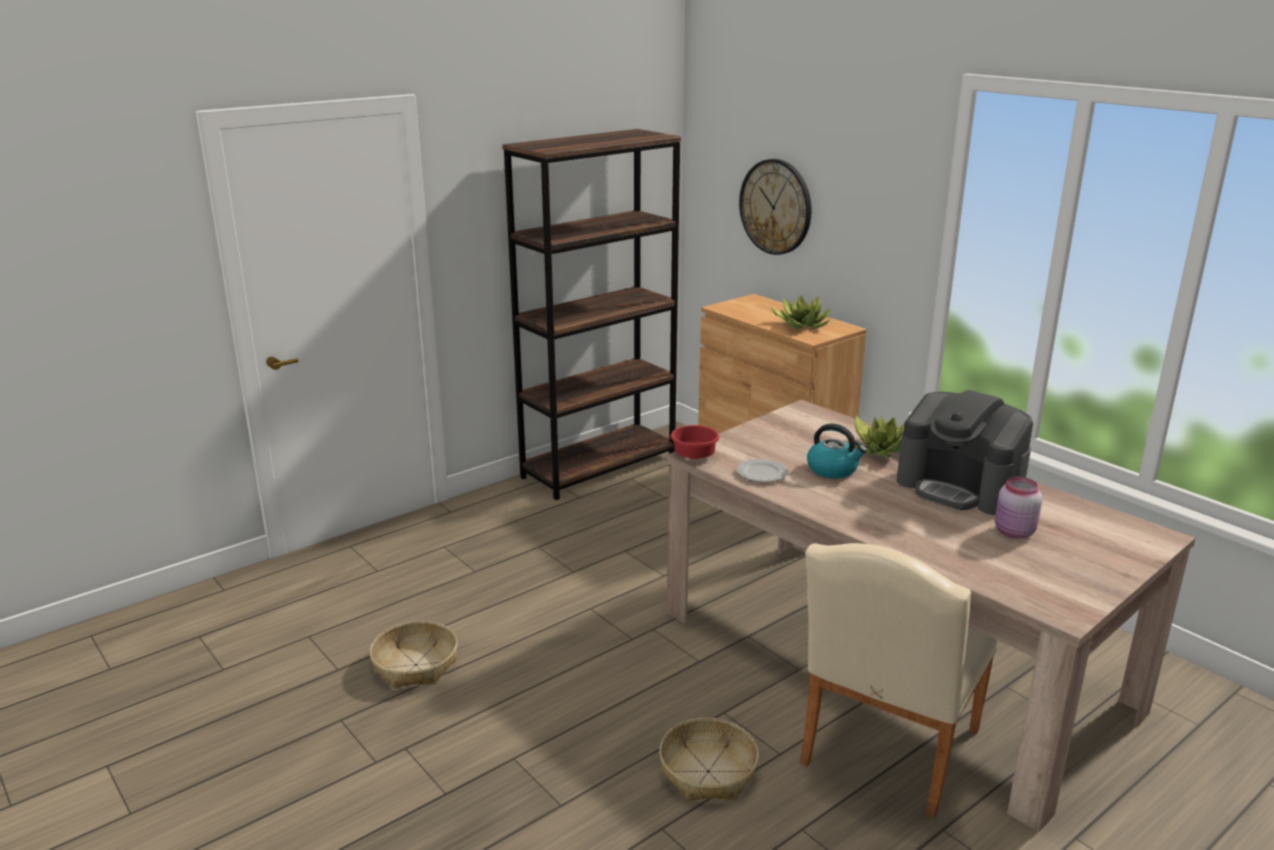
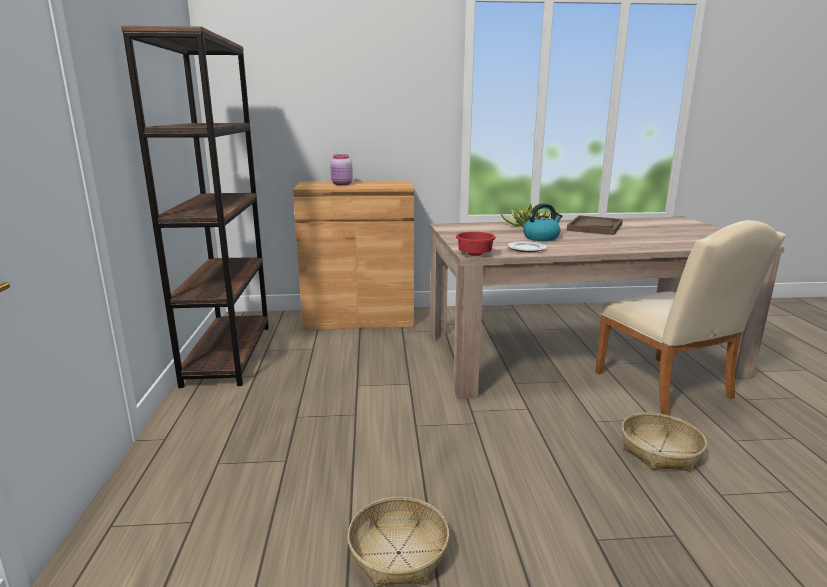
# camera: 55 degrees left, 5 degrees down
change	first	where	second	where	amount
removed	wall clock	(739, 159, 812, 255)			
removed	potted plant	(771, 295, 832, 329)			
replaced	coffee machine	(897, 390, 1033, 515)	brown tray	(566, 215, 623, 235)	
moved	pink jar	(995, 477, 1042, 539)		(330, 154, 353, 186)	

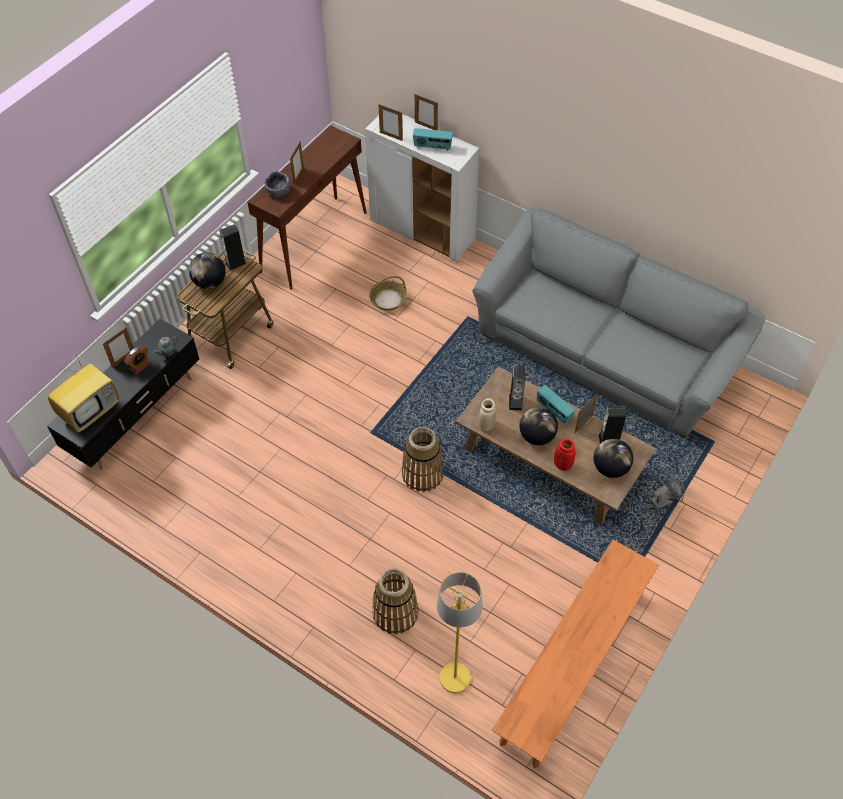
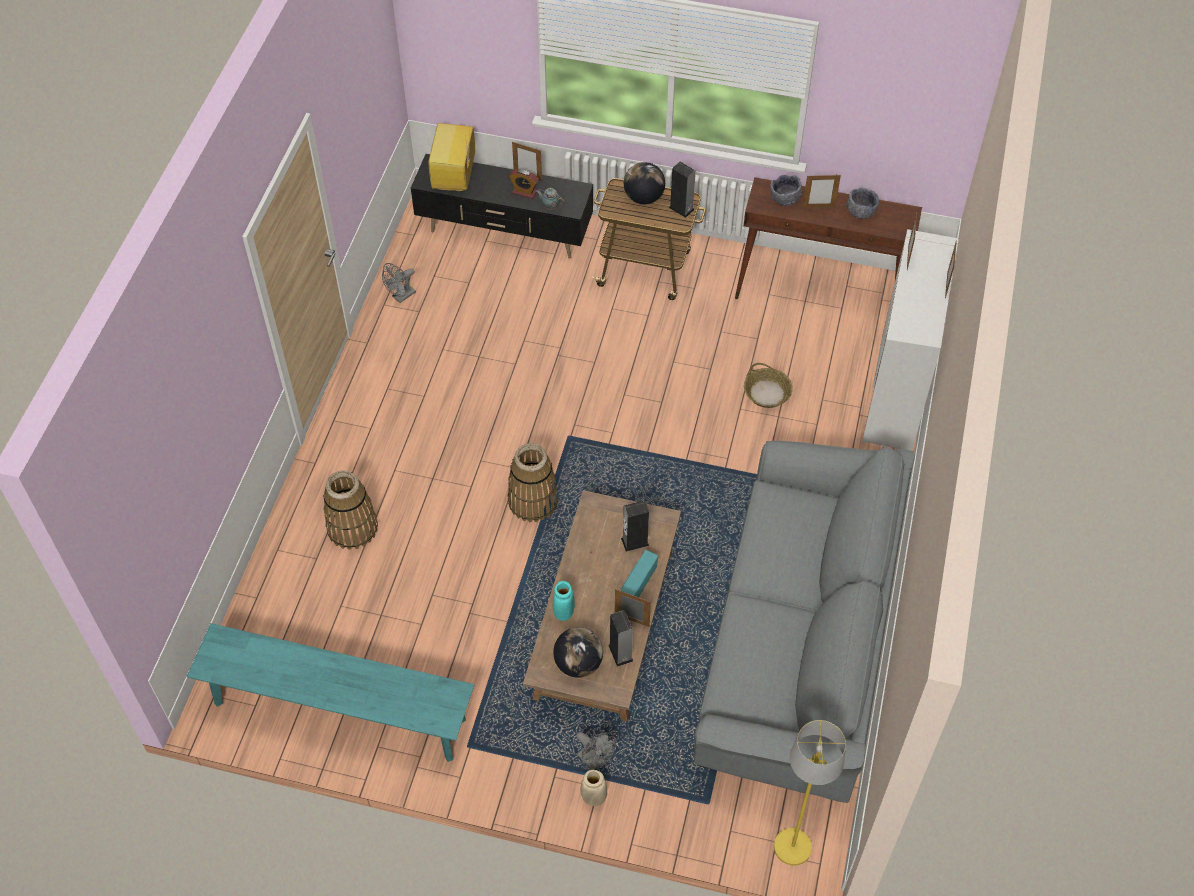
# camera: 70 degrees right, 0 degrees up
change	first	where	second	where	amount
removed	radio	(413, 128, 453, 151)			
turned	television	(48, 348, 120, 433)		(428, 123, 475, 192)	75 degrees clockwise
moved	beige vase	(478, 398, 496, 431)		(581, 770, 607, 806)	
removed	globe	(519, 407, 558, 445)			
recoloured	red vase	(554, 439, 575, 471)	turquoise vase	(553, 581, 575, 621)	
recoloured	orange bench	(492, 539, 659, 768)	turquoise bench	(187, 623, 474, 762)	
moved	yellow floor lamp	(437, 572, 483, 693)		(774, 720, 846, 866)	
added			grey bowl	(846, 188, 879, 219)	
added			grey fan	(382, 263, 416, 303)	

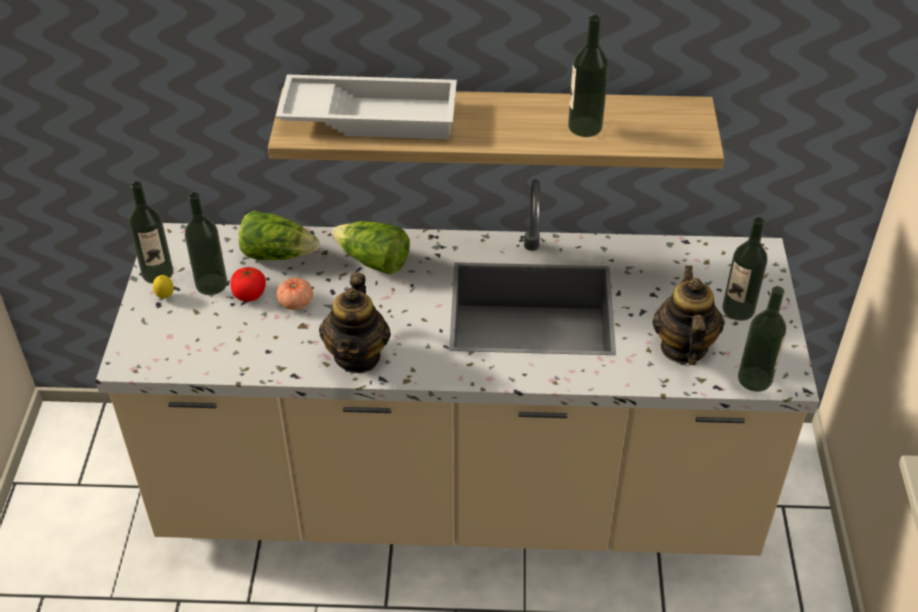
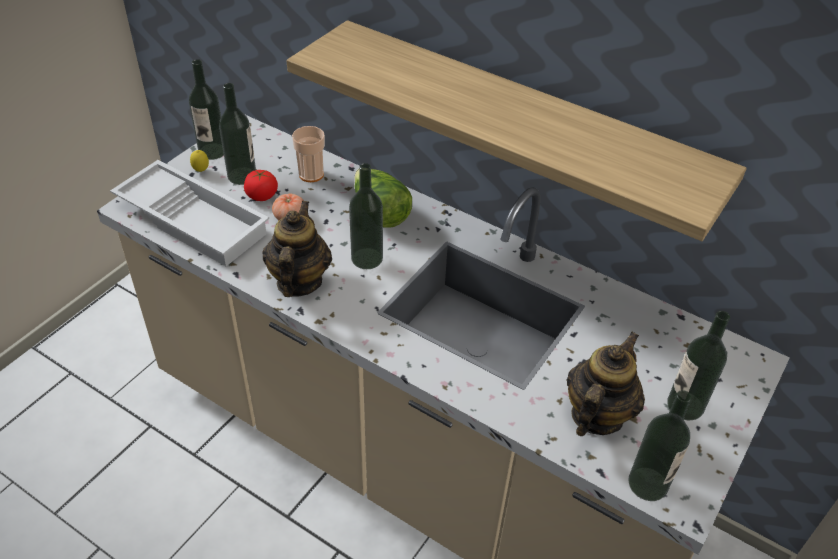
# camera: 30 degrees right, 0 degrees up
change	first	where	second	where	amount
moved	bottle	(568, 14, 609, 137)		(349, 163, 383, 269)	
moved	white tray	(276, 74, 457, 140)		(110, 160, 269, 266)	
replaced	lettuce	(239, 211, 320, 260)	cup	(292, 126, 325, 182)	
turned	teapot	(319, 273, 391, 373)		(263, 201, 332, 297)	150 degrees clockwise

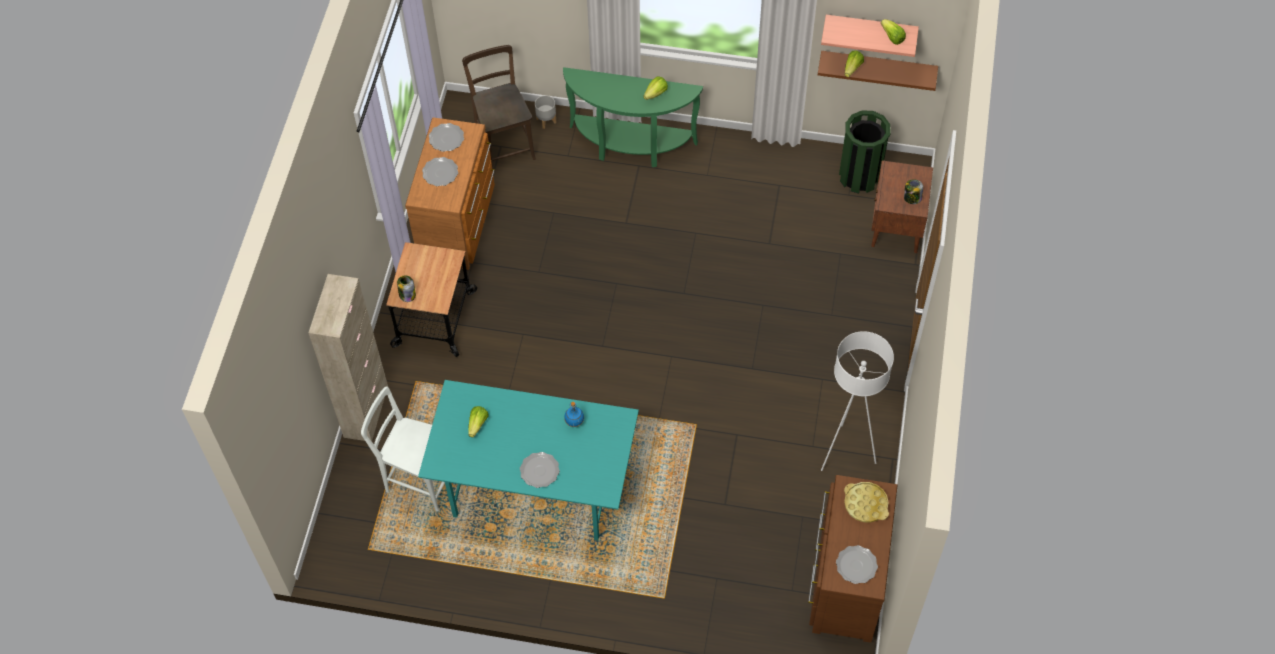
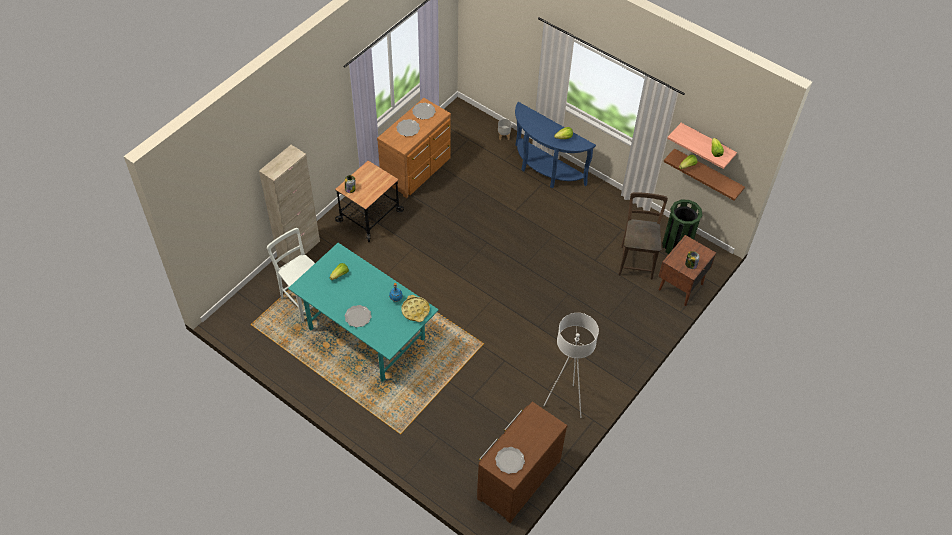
# camera: 25 degrees right, 5 degrees down
change	first	where	second	where	amount
moved	brown chair	(462, 45, 536, 169)		(618, 192, 668, 279)	
recoloured	green console table	(563, 67, 703, 167)	blue console table	(515, 102, 596, 188)	
moved	yellow tray	(844, 482, 889, 523)		(401, 295, 430, 322)	

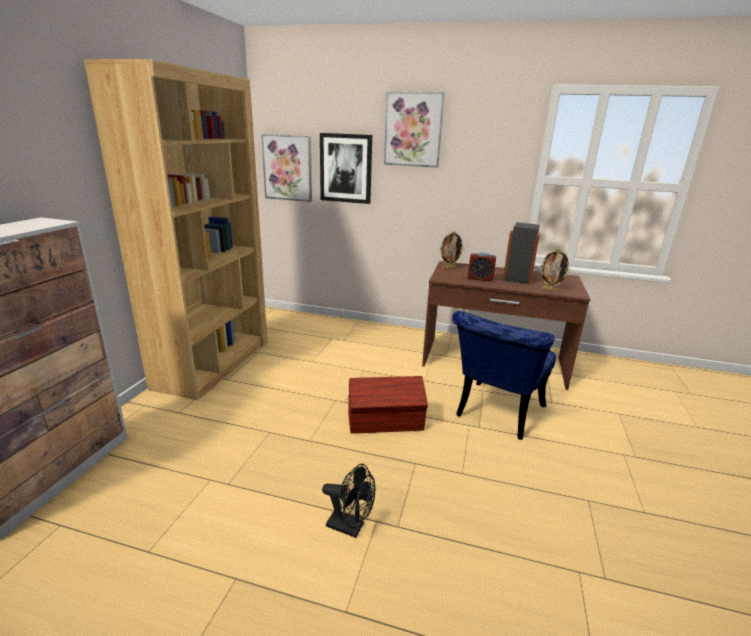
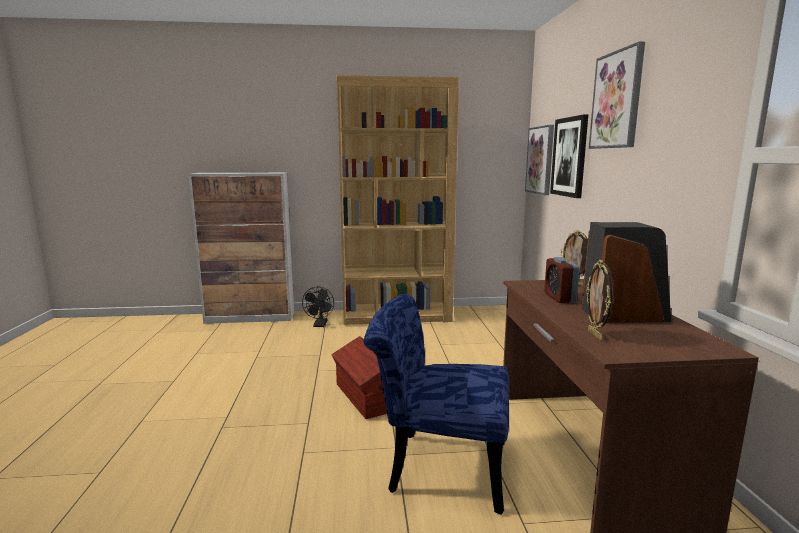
# camera: 70 degrees right, 10 degrees down
change	first	where	second	where	amount
moved	black fan	(322, 464, 375, 538)		(302, 287, 334, 327)	

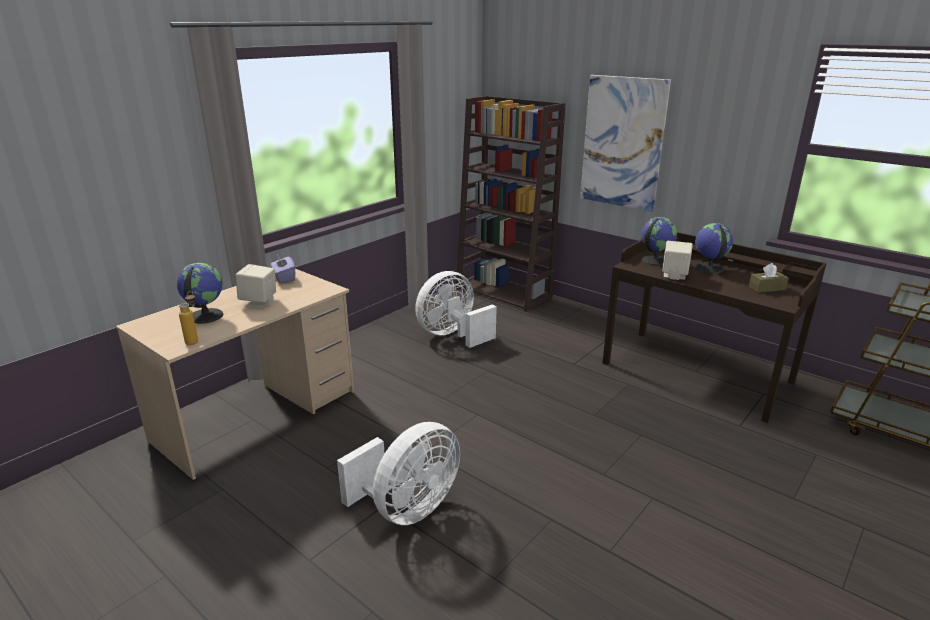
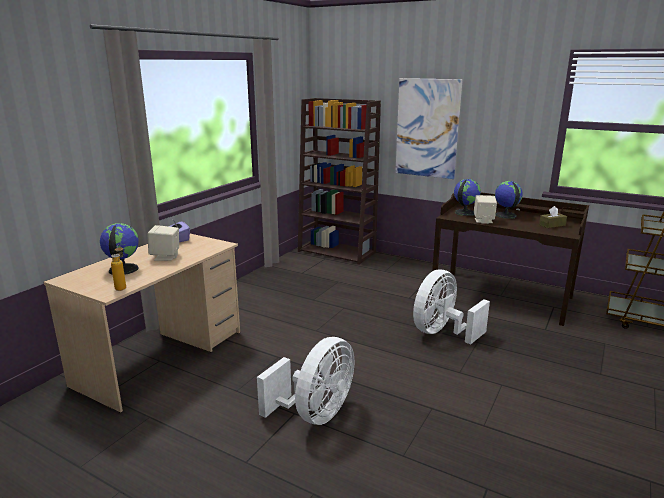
# camera: 10 degrees left, 5 degrees down
change	first	where	second	where	amount
moved	white fan	(415, 271, 497, 348)		(413, 270, 490, 345)	

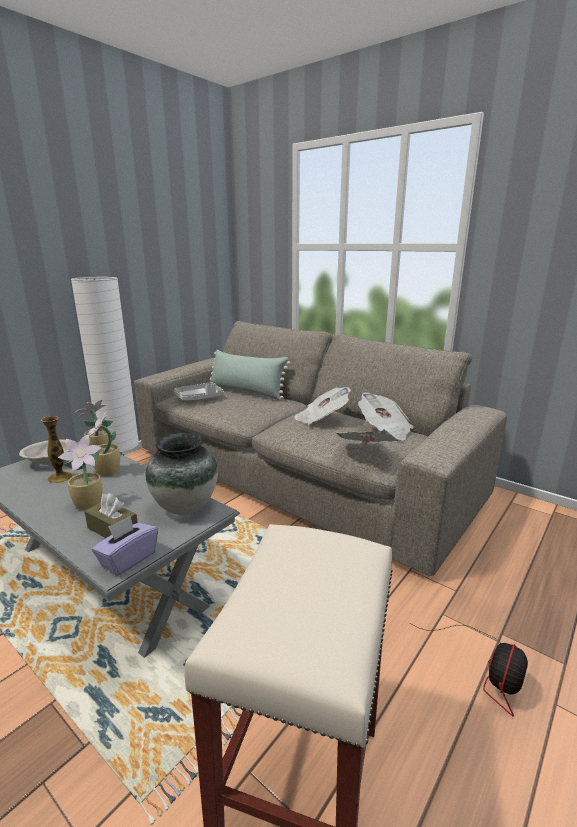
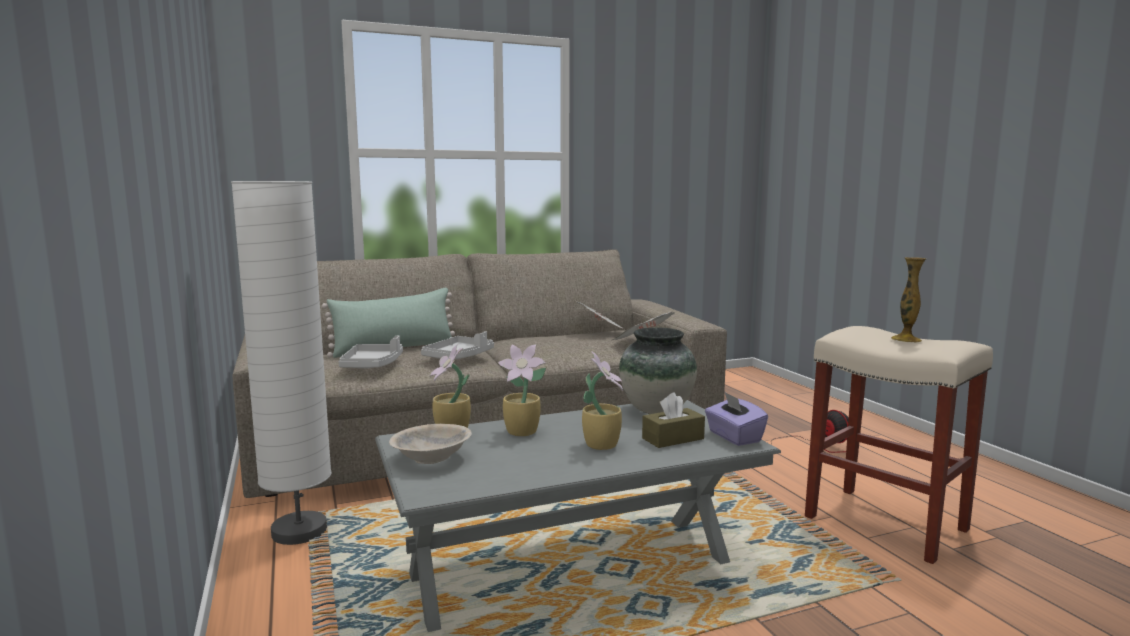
# camera: 60 degrees left, 10 degrees down
change	first	where	second	where	amount
removed	newspaper	(294, 387, 351, 425)			
moved	vase	(41, 416, 73, 483)		(891, 257, 926, 342)	
added			grey tray	(421, 331, 494, 359)	

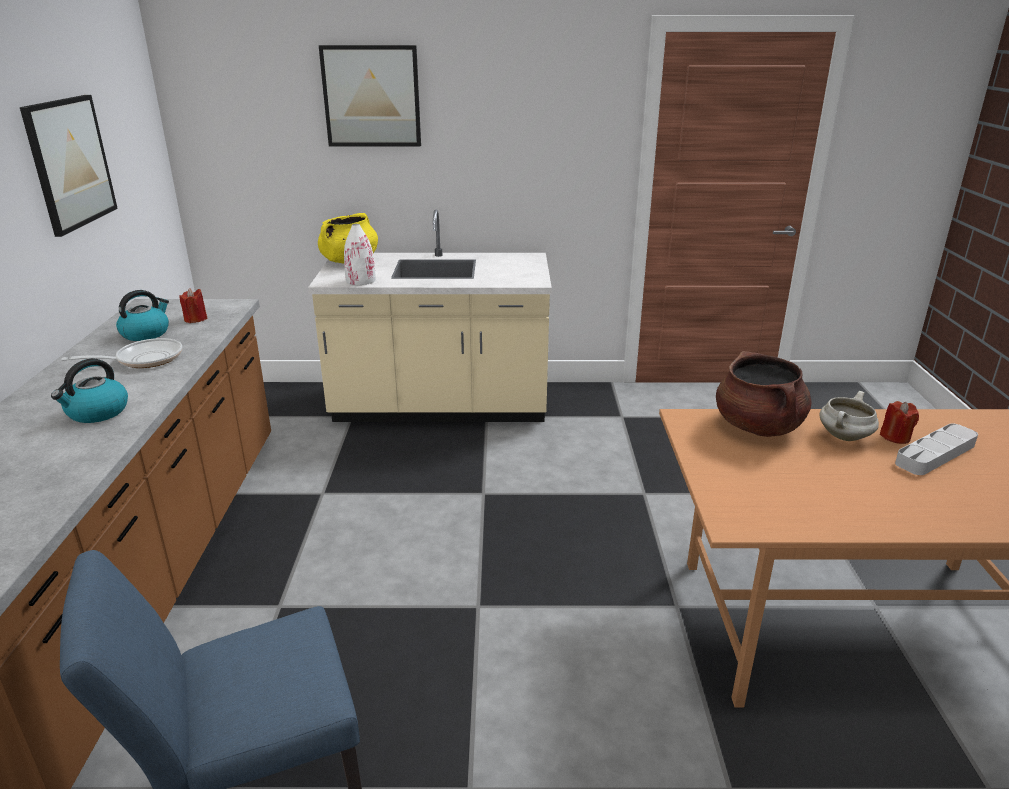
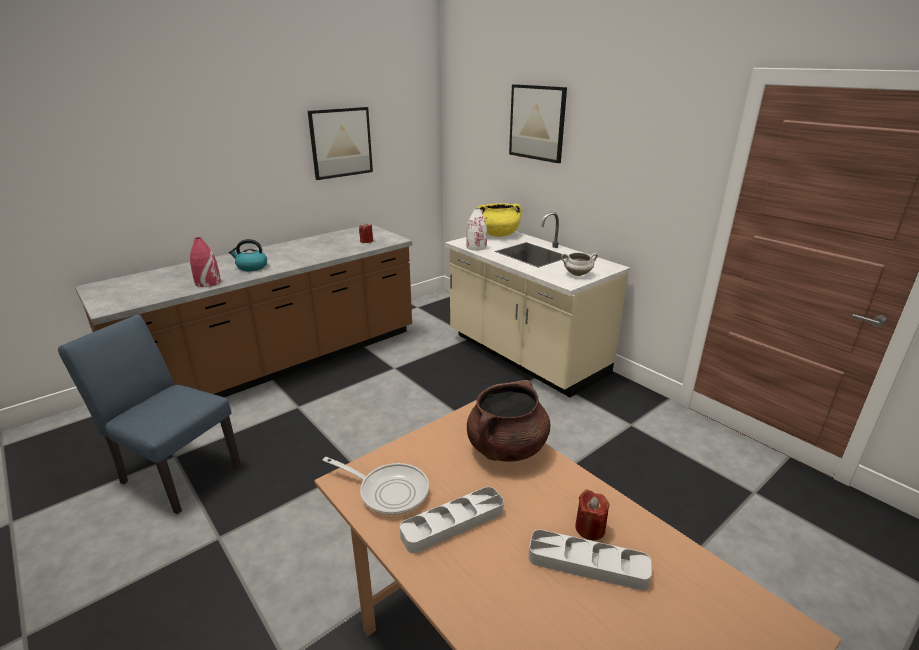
# camera: 50 degrees right, 0 degrees up
change	first	where	second	where	amount
removed	kettle	(116, 290, 169, 341)			
moved	frying pan	(62, 338, 182, 368)		(323, 457, 429, 516)	
moved	white cooking pot	(819, 391, 879, 441)		(561, 252, 598, 276)	
added			red vase	(190, 237, 221, 287)	
added			grey tray	(400, 487, 504, 553)	

